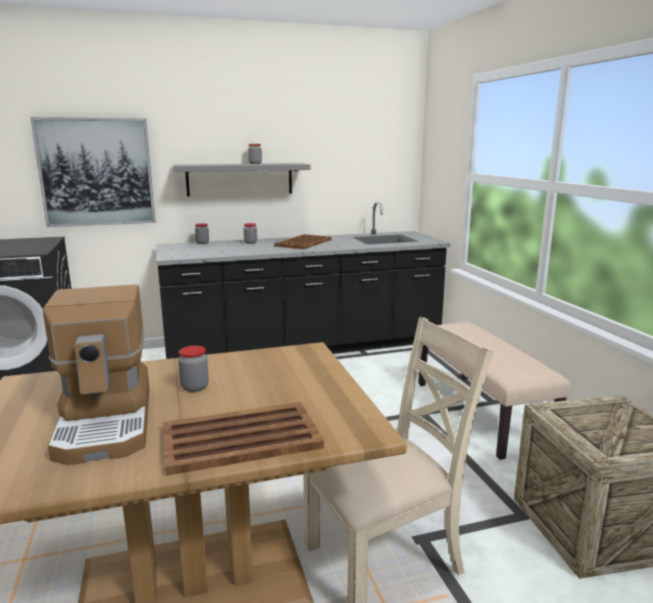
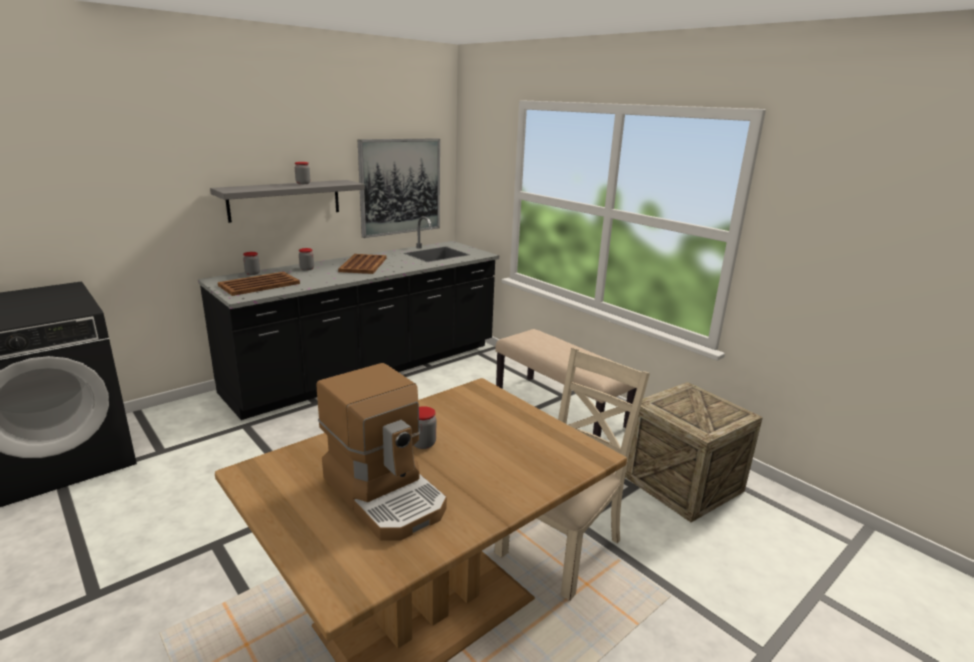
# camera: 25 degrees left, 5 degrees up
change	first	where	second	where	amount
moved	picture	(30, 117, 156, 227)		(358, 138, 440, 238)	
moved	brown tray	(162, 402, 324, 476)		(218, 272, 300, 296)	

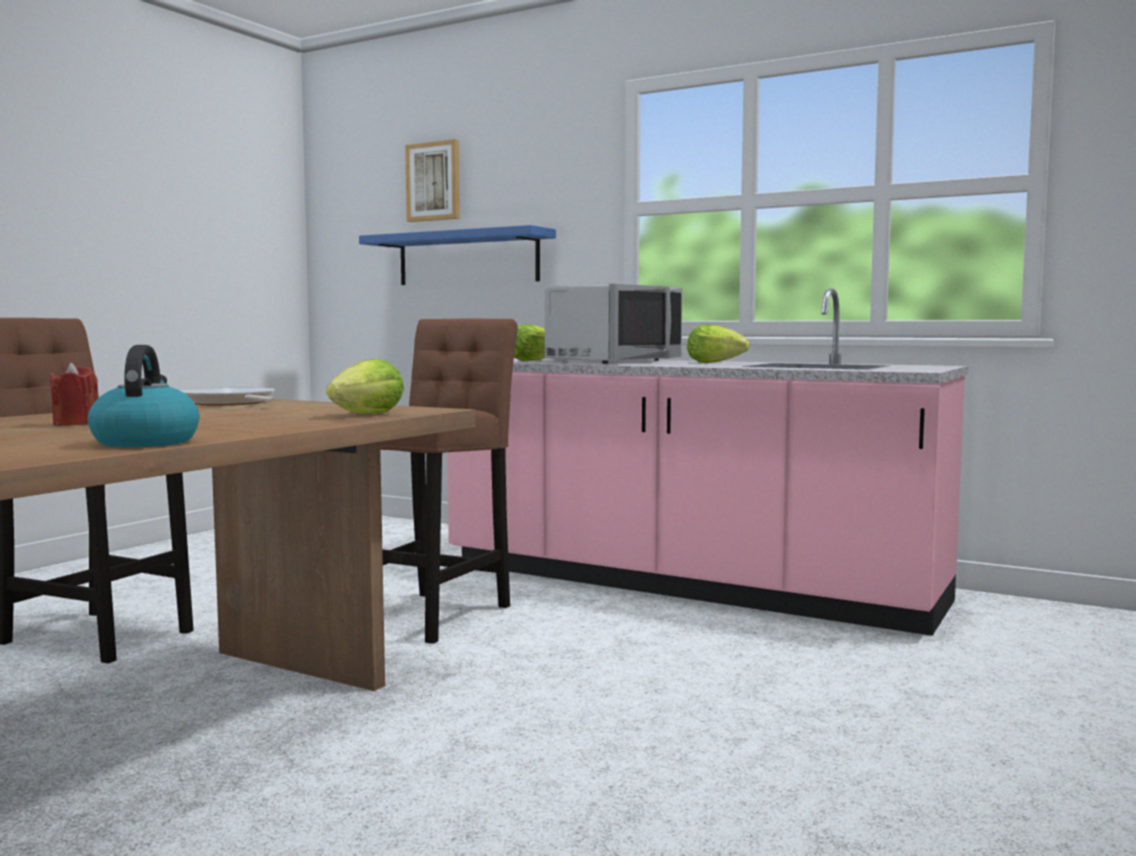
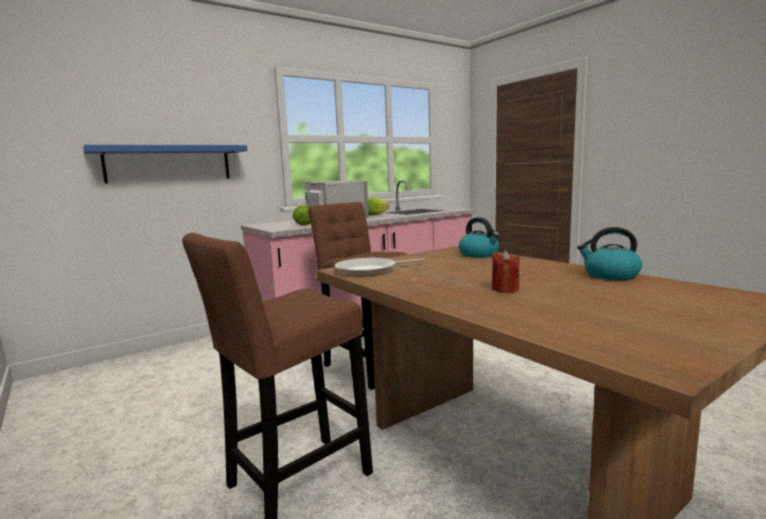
# camera: 65 degrees left, 5 degrees up
change	first	where	second	where	amount
removed	picture	(405, 139, 460, 222)			
replaced	lettuce	(326, 359, 404, 414)	kettle	(459, 217, 500, 258)	

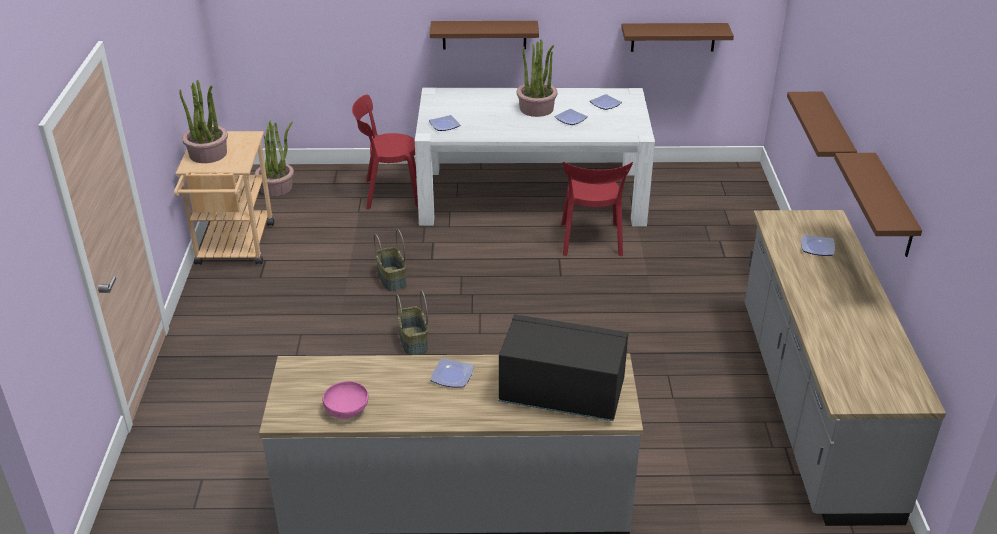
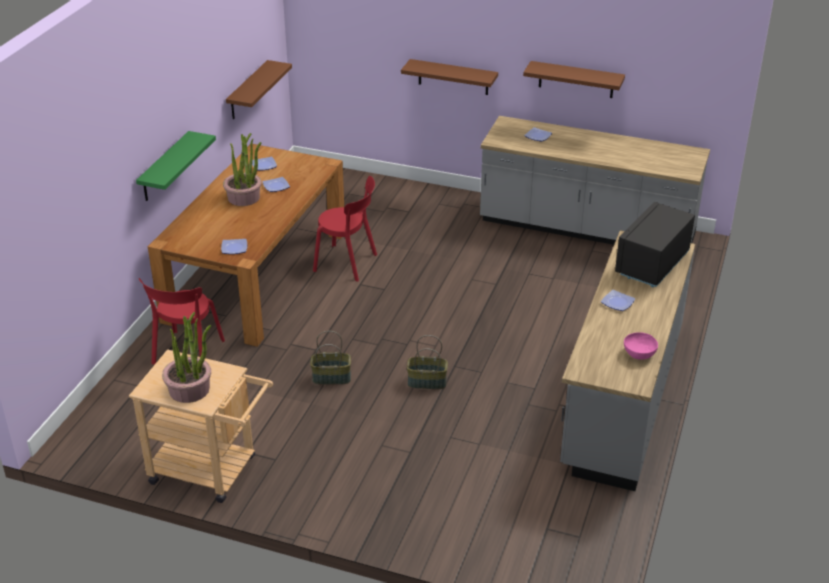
# camera: 70 degrees left, 0 degrees up
change	first	where	second	where	amount
recoloured	brown shelf	(430, 21, 539, 50)	green shelf	(136, 131, 216, 201)	
recoloured	white dining table	(415, 87, 655, 226)	brown dining table	(148, 144, 344, 347)	
removed	potted plant	(255, 120, 294, 196)			

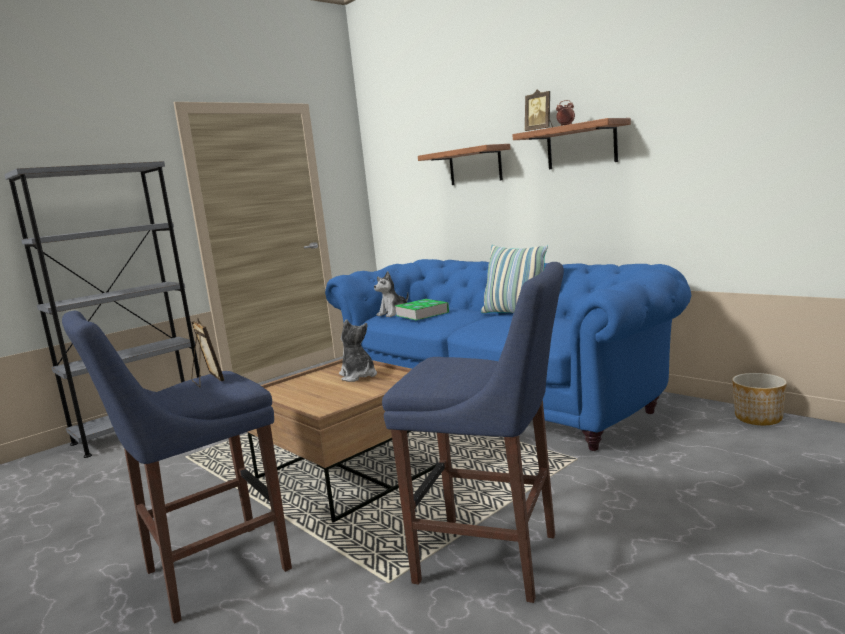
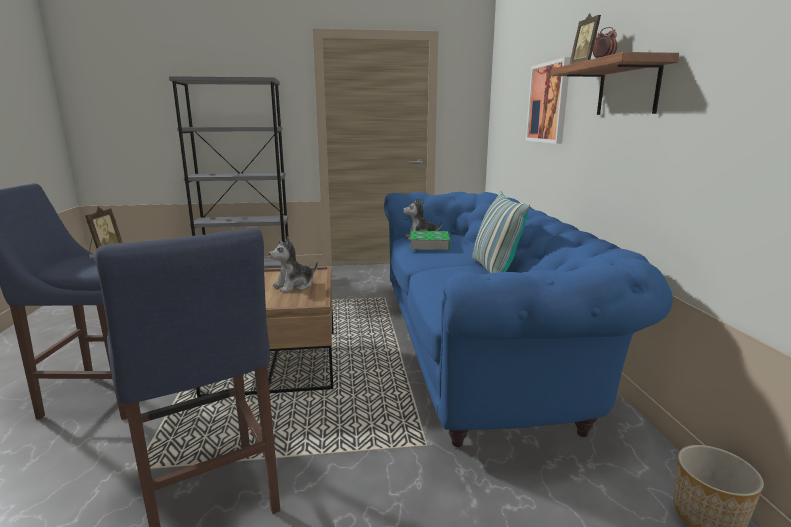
# camera: 35 degrees right, 5 degrees up
change	first	where	second	where	amount
replaced	shelf	(418, 144, 510, 185)	picture	(526, 57, 571, 144)	
turned	plush toy	(339, 320, 377, 382)		(269, 237, 318, 293)	135 degrees counterclockwise

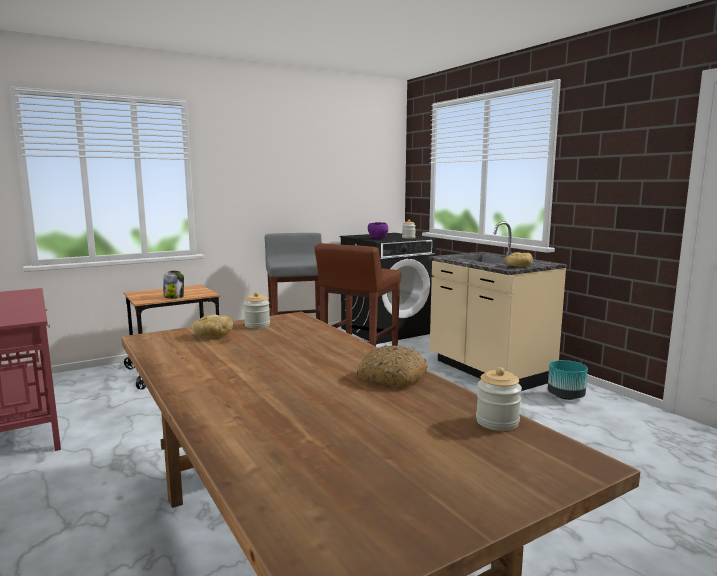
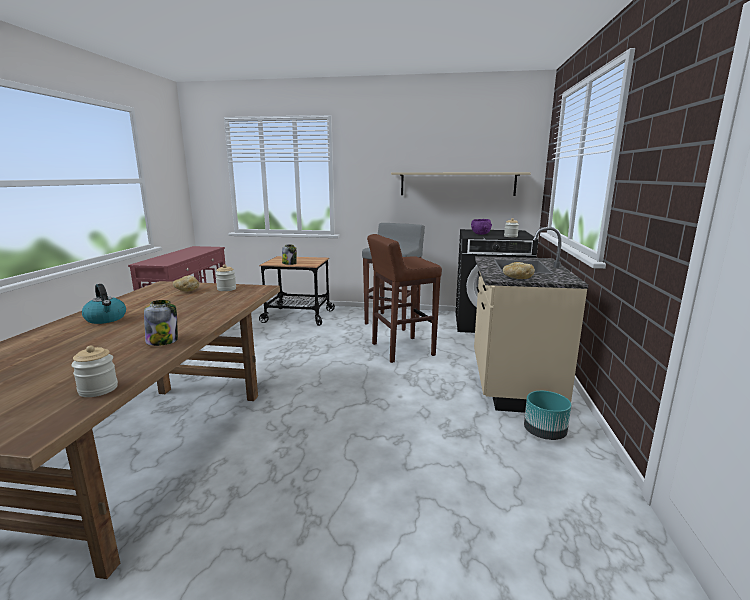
# camera: 40 degrees right, 5 degrees up
change	first	where	second	where	amount
replaced	bread	(356, 345, 428, 387)	jar	(144, 300, 178, 346)	
added			beige shelf	(391, 172, 531, 196)	
added			kettle	(82, 284, 126, 324)	

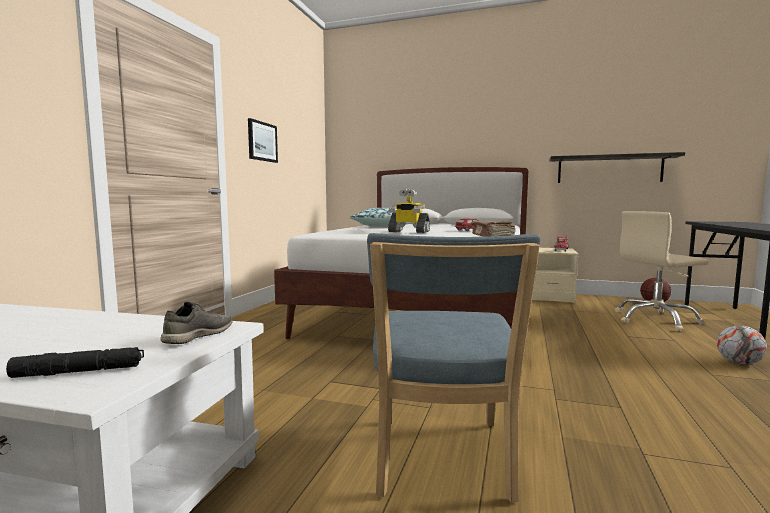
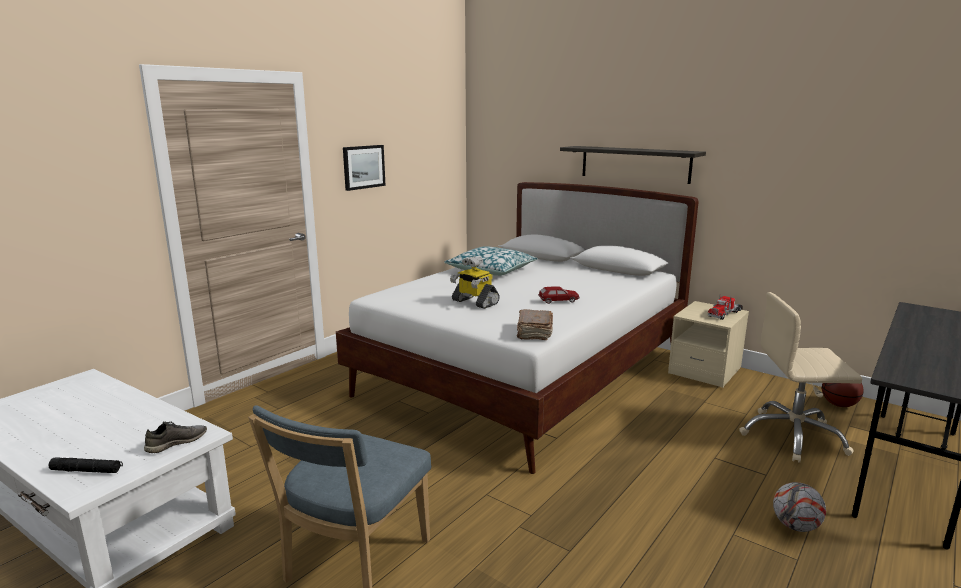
# camera: 20 degrees right, 10 degrees up
change	first	where	second	where	amount
moved	shelf	(549, 152, 685, 183)		(560, 146, 706, 184)	

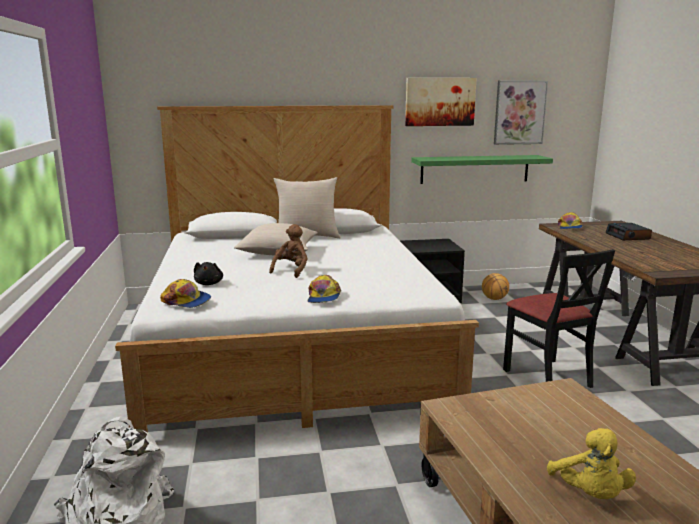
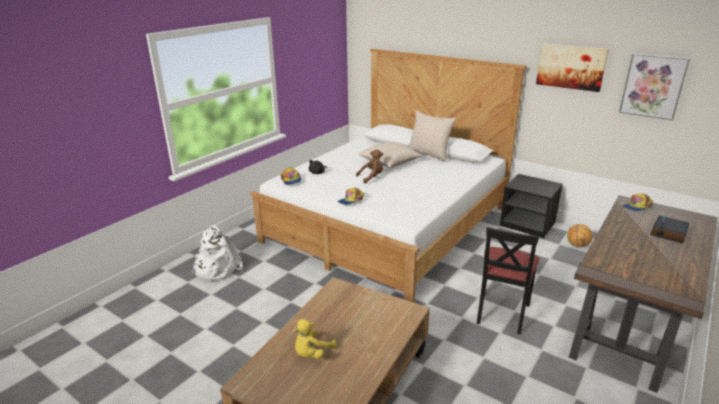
# camera: 45 degrees right, 10 degrees up
change	first	where	second	where	amount
removed	green shelf	(411, 155, 553, 184)			

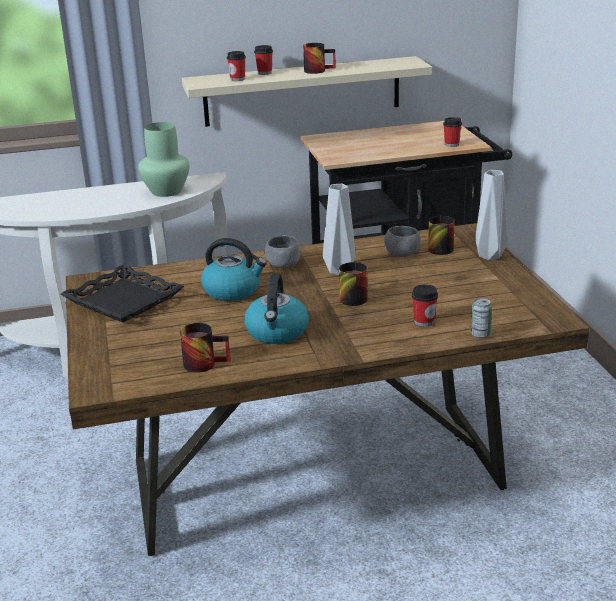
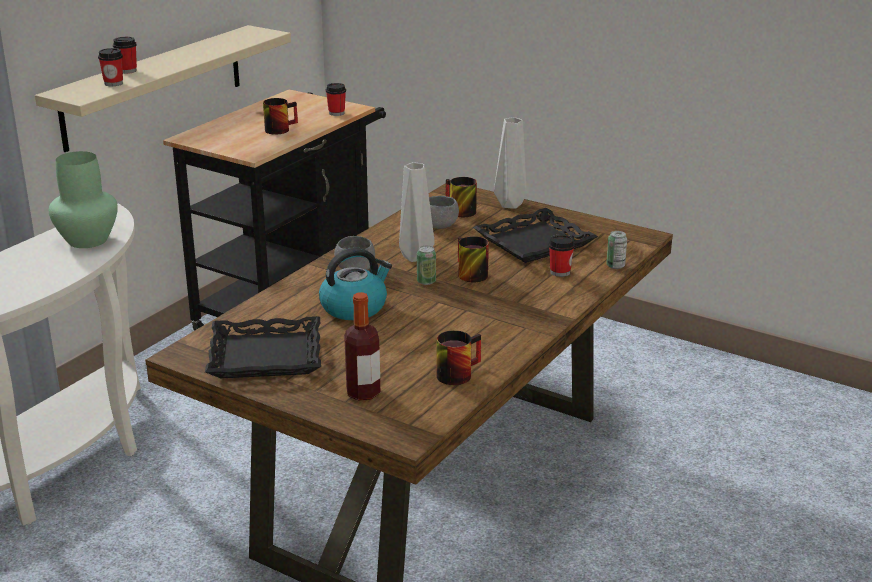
# camera: 45 degrees left, 0 degrees up
change	first	where	second	where	amount
moved	mug	(303, 43, 336, 74)		(263, 98, 298, 134)	
removed	kettle	(244, 274, 309, 344)			
added			black tray	(473, 208, 598, 263)	
added			can	(417, 246, 436, 285)	
added			bottle	(344, 292, 380, 400)	

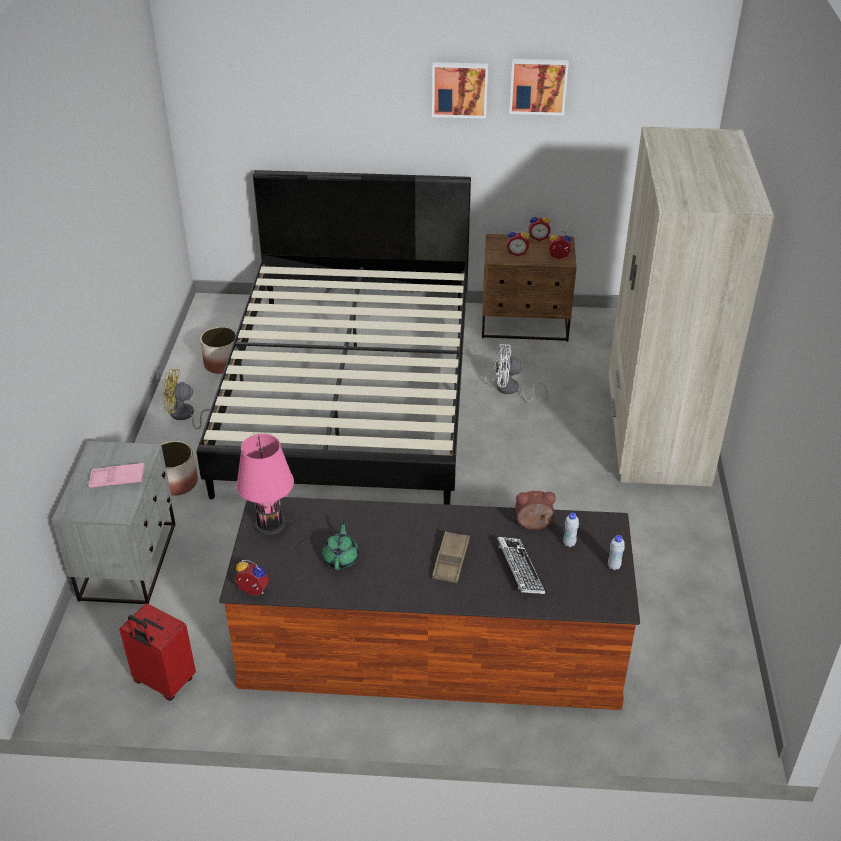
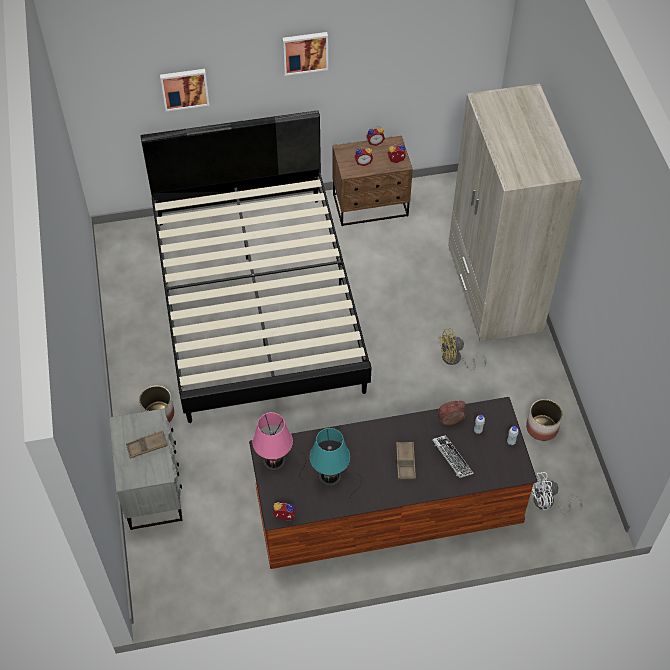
# camera: 15 degrees left, 15 degrees up
change	first	where	second	where	amount
moved	picture	(509, 59, 569, 115)		(160, 69, 209, 111)	
moved	planter	(200, 327, 236, 374)		(526, 399, 563, 441)	
moved	white fan	(495, 344, 548, 402)		(532, 472, 583, 515)	
moved	yellow fan	(163, 369, 210, 429)		(439, 328, 486, 371)	
recoloured	pink tray	(88, 463, 144, 488)	brown tray	(126, 430, 168, 459)	
replaced	green teapot	(322, 520, 359, 570)	turquoise table lamp	(310, 428, 362, 502)	
removed	red suitcase	(119, 603, 196, 701)			

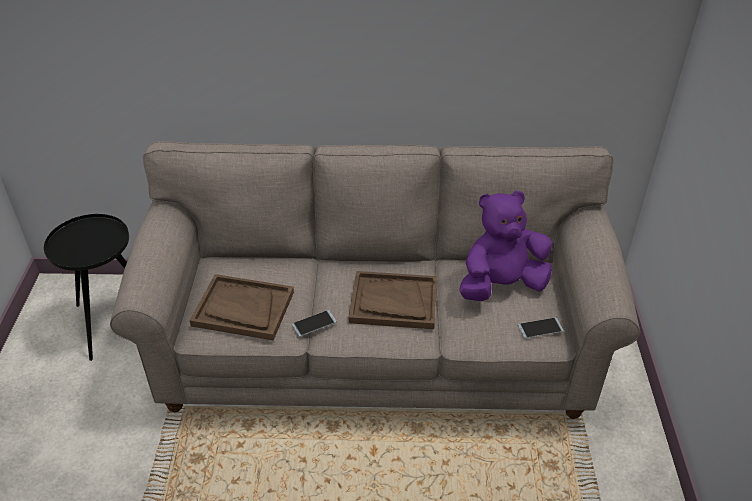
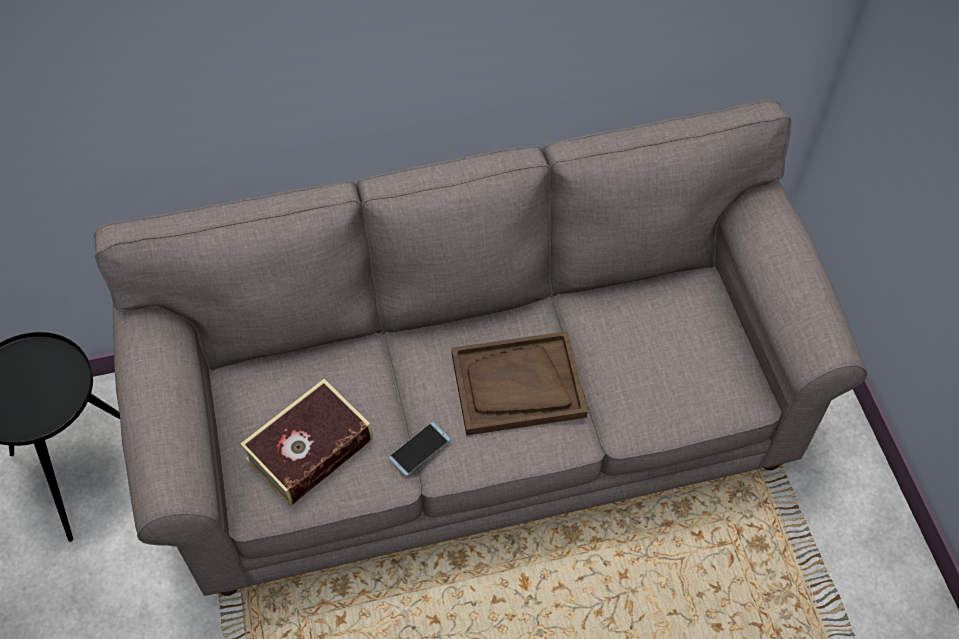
# camera: 15 degrees left, 15 degrees up
change	first	where	second	where	amount
removed	purple plush toy	(459, 190, 552, 301)			
replaced	brown tray	(189, 274, 294, 340)	book	(240, 379, 373, 506)	
removed	phone	(518, 317, 563, 338)			

